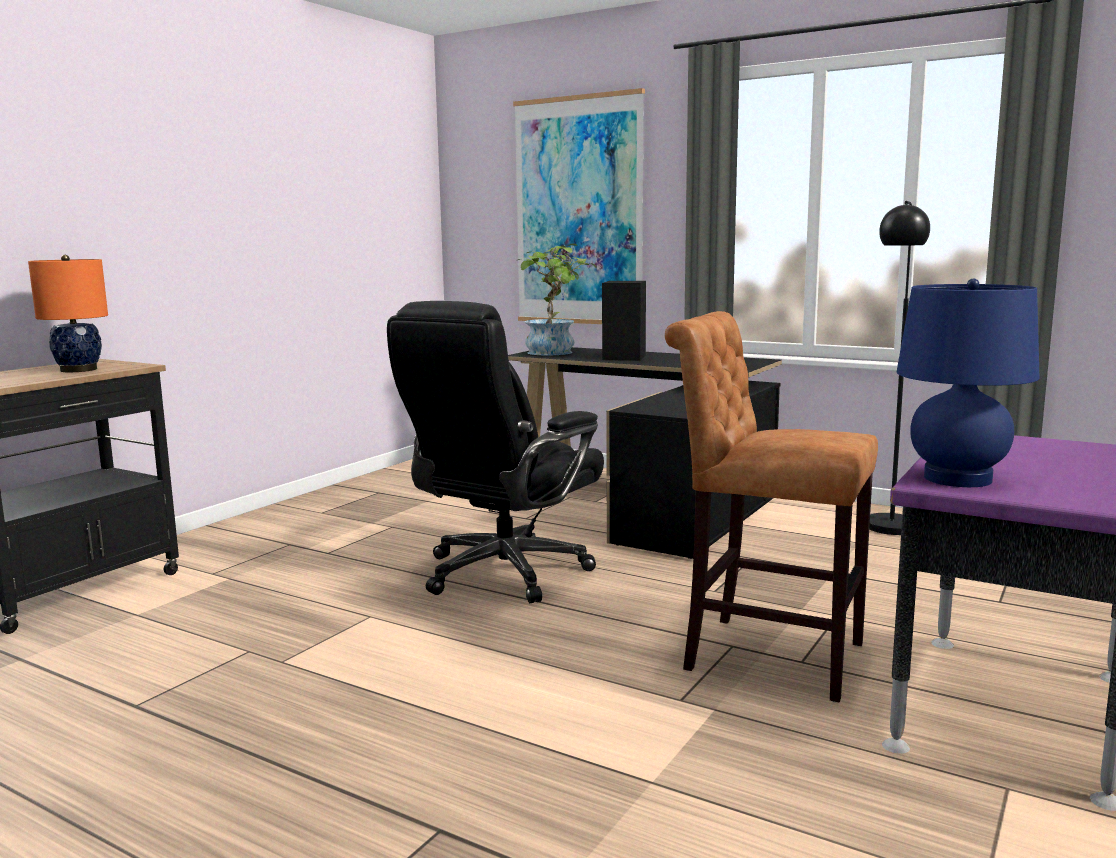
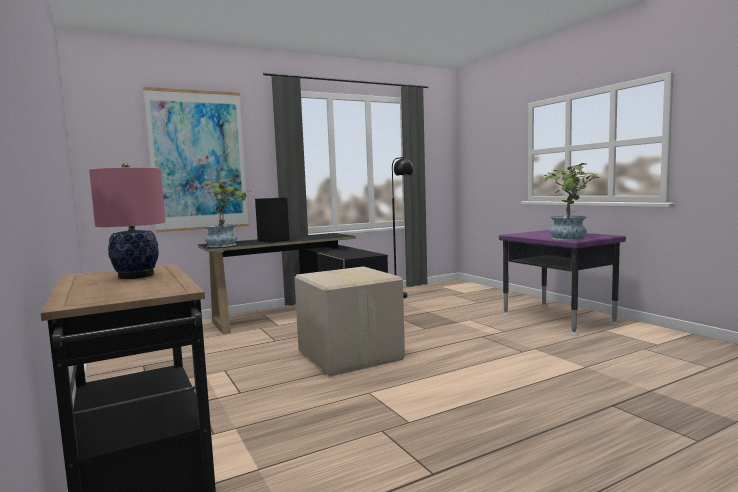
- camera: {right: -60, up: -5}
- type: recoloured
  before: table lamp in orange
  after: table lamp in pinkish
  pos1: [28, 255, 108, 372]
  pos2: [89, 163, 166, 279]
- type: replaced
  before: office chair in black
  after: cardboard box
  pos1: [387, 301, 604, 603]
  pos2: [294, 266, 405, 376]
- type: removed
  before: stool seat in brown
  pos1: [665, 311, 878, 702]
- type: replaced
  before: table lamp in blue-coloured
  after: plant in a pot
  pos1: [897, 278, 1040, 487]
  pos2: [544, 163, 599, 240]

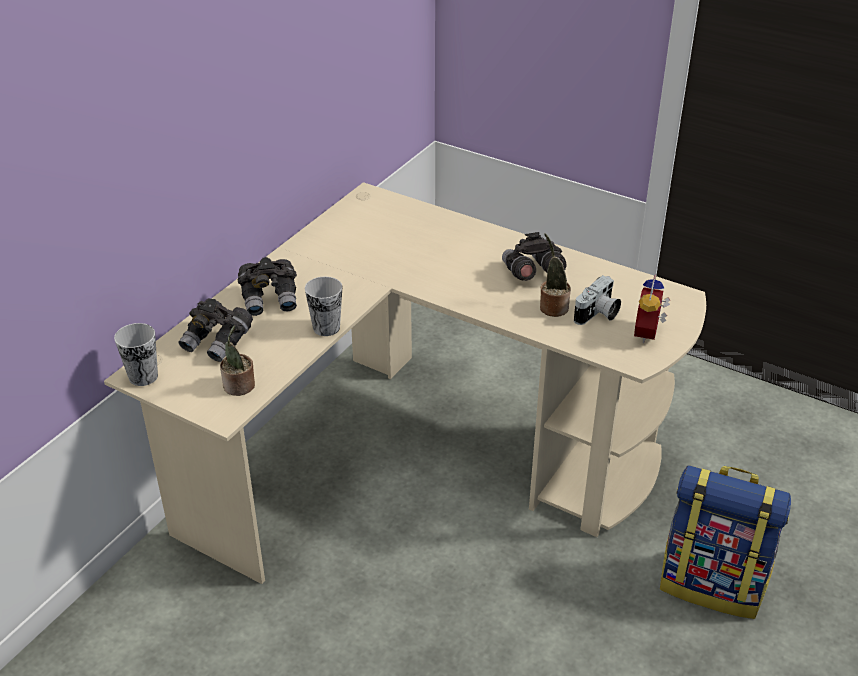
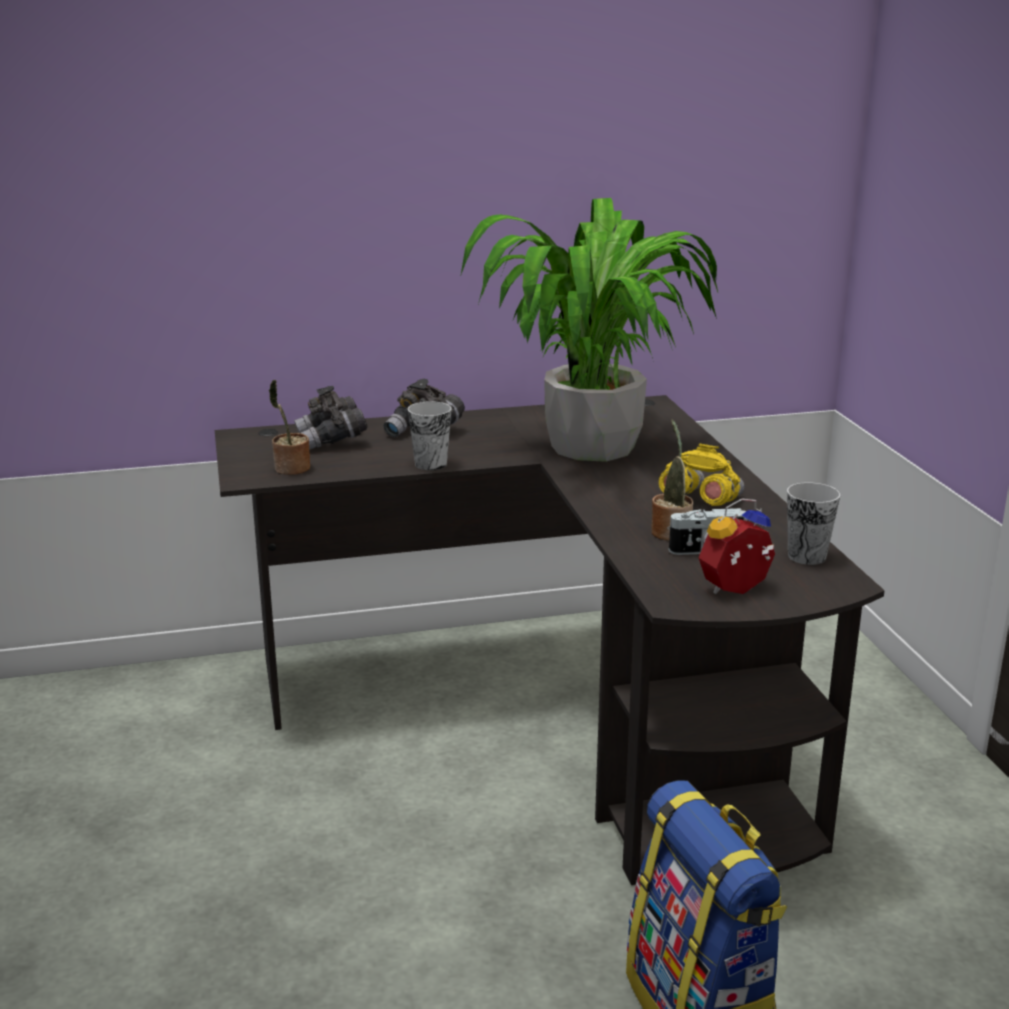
- camera: {right: 45, up: -15}
- type: recoloured
  before: desk unit in beige-coloured
  after: desk unit in black
  pos1: [104, 182, 706, 584]
  pos2: [215, 395, 885, 885]
- type: moved
  before: drinking cup
  pos1: [114, 323, 158, 386]
  pos2: [787, 482, 840, 565]
- type: recoloured
  before: pair of binoculars in greyish
  after: pair of binoculars in yellow
  pos1: [502, 232, 566, 281]
  pos2: [659, 444, 745, 506]
- type: added
  after: plant in a pot
  pos2: [460, 198, 718, 462]

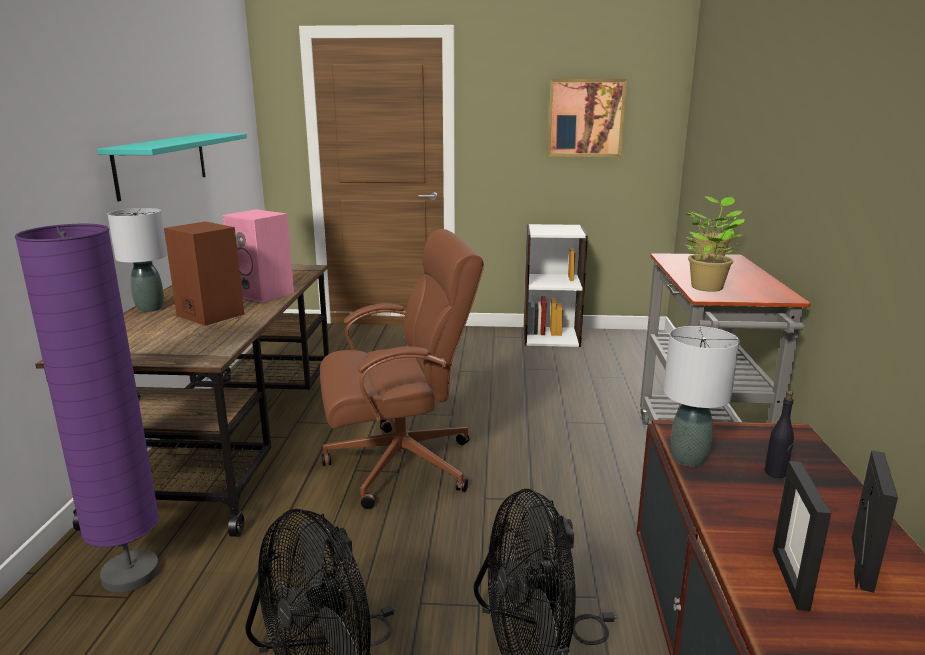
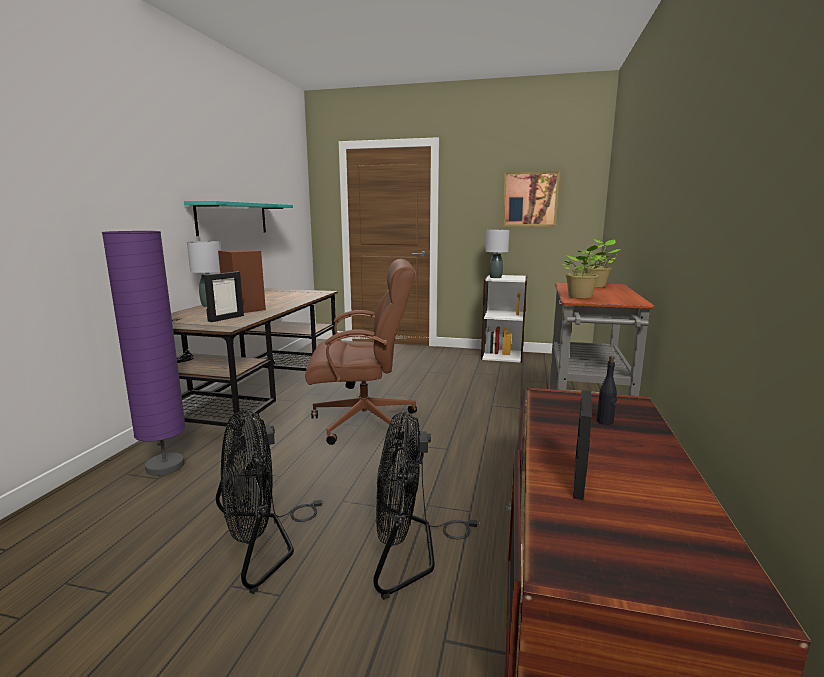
- camera: {right: 10, up: -5}
- type: removed
  before: audio speaker in pinkish
  pos1: [223, 209, 294, 303]
- type: moved
  before: table lamp in greyish
  pos1: [663, 326, 740, 467]
  pos2: [485, 229, 509, 278]
- type: moved
  before: photo frame
  pos1: [852, 450, 898, 593]
  pos2: [204, 272, 244, 322]

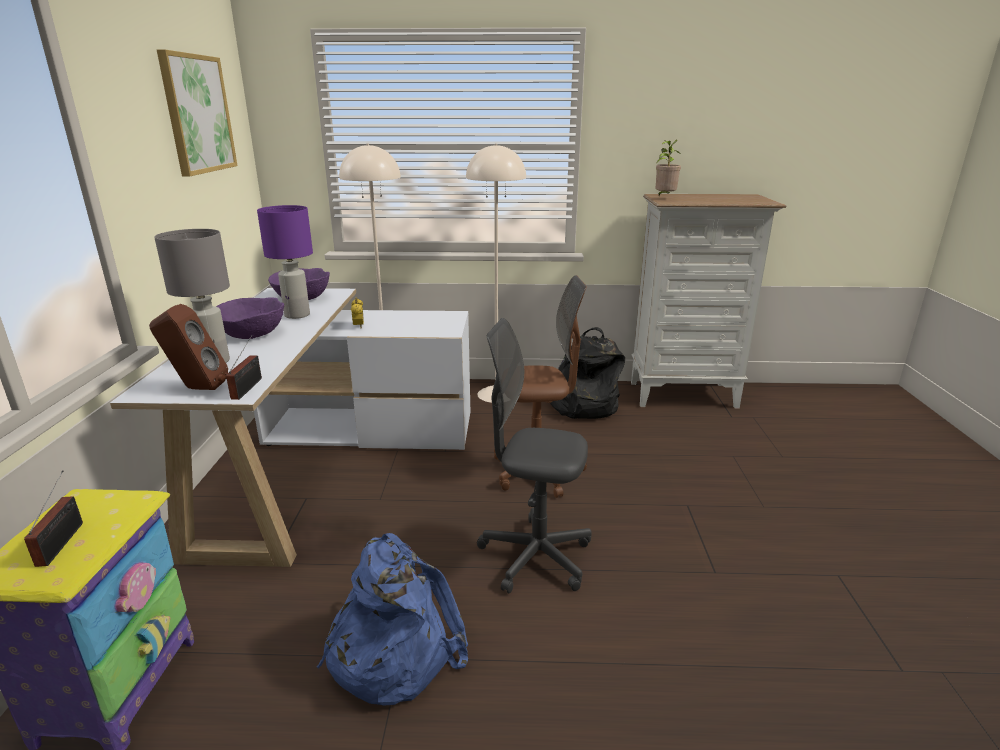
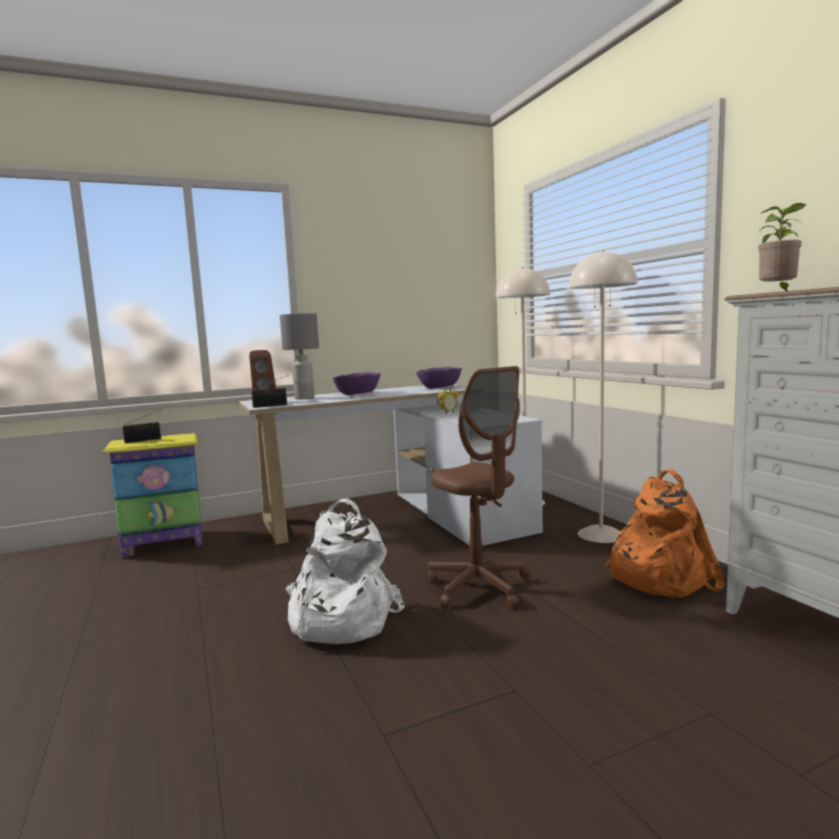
- camera: {right: 65, up: -15}
- type: removed
  before: wall art
  pos1: [157, 50, 238, 176]
- type: removed
  before: table lamp in purplish
  pos1: [257, 205, 313, 319]
- type: removed
  before: rucksack in blue-coloured
  pos1: [317, 533, 468, 706]
- type: replaced
  before: office chair in greyish
  after: rucksack in white
  pos1: [477, 318, 592, 593]
  pos2: [285, 499, 405, 644]
- type: recoloured
  before: rucksack in black
  after: rucksack in orange
  pos1: [550, 327, 625, 419]
  pos2: [604, 469, 724, 598]

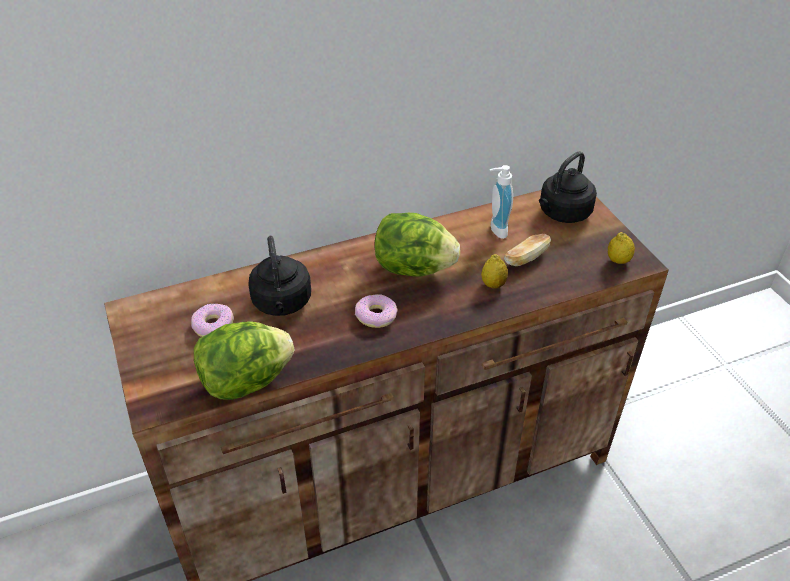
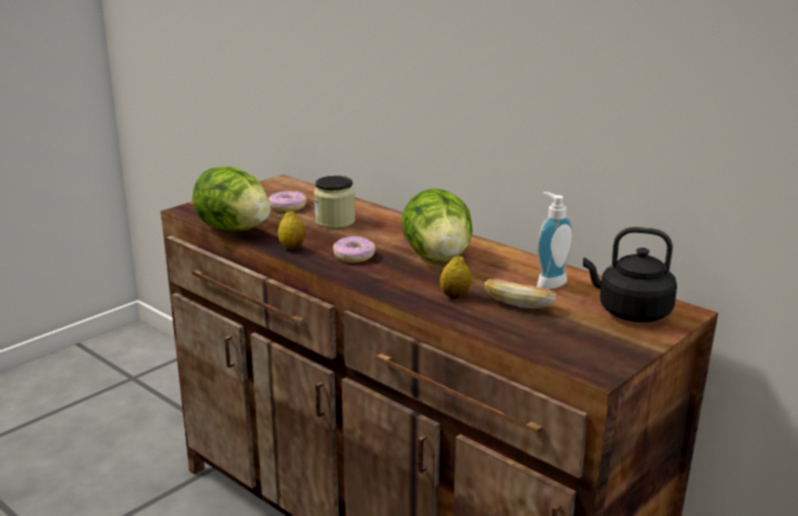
- camera: {right: 65, up: -20}
- type: replaced
  before: kettle in black
  after: jar
  pos1: [248, 236, 311, 316]
  pos2: [314, 176, 355, 229]
- type: moved
  before: citrus fruit
  pos1: [608, 232, 635, 264]
  pos2: [278, 211, 305, 250]

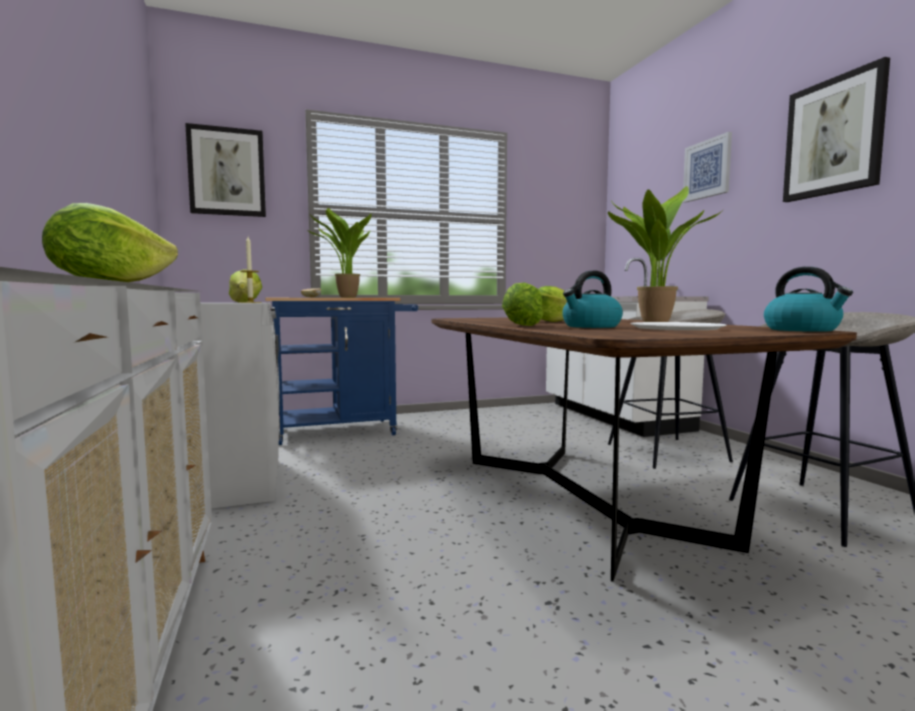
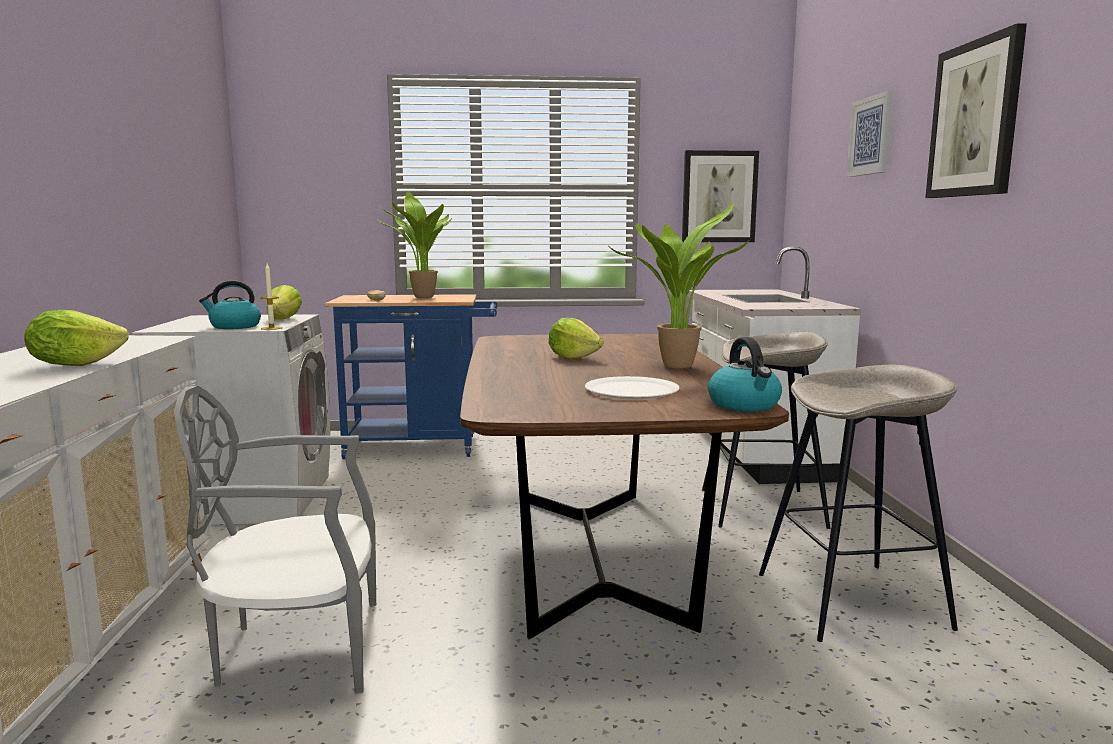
- camera: {right: 15, up: 5}
- type: moved
  before: wall art
  pos1: [185, 123, 266, 217]
  pos2: [682, 150, 759, 242]
- type: removed
  before: lettuce
  pos1: [502, 282, 543, 326]
- type: moved
  before: kettle
  pos1: [562, 271, 623, 328]
  pos2: [199, 280, 261, 329]
- type: added
  after: plain chair in greyish
  pos2: [174, 386, 376, 694]

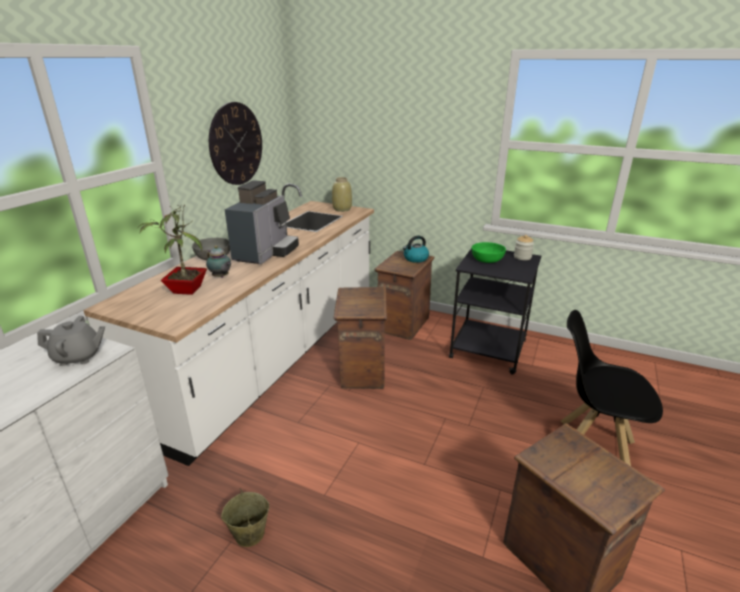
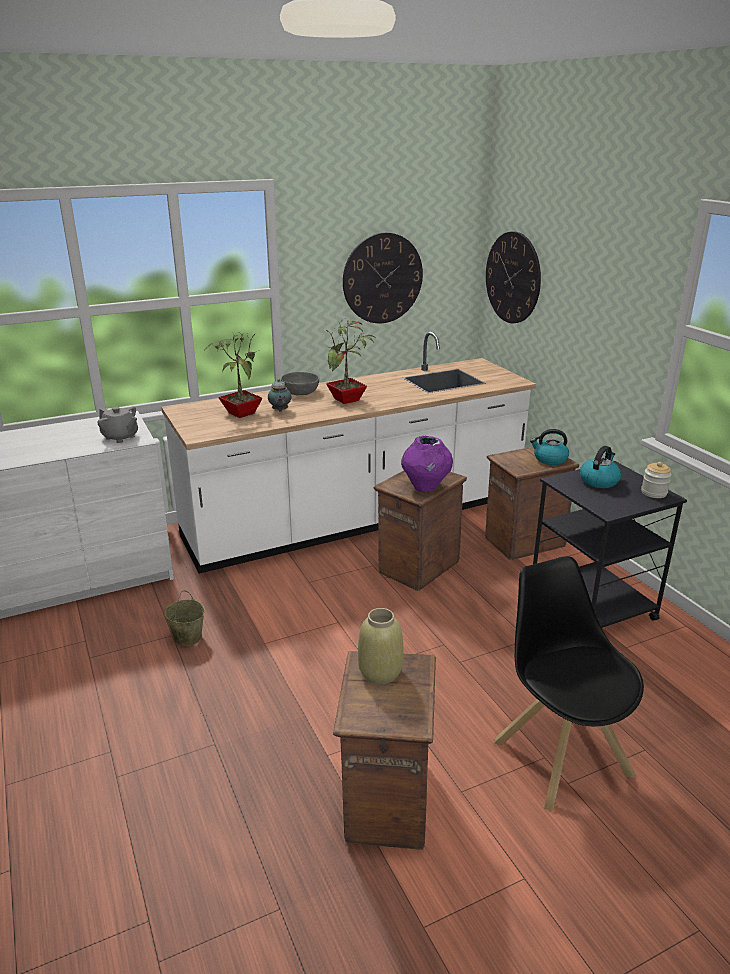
- camera: {right: 40, up: 0}
- type: replaced
  before: coffee brewer
  after: plant in a pot
  pos1: [225, 180, 299, 264]
  pos2: [324, 319, 374, 404]
- type: moved
  before: decorative vase in beige-coloured
  pos1: [332, 177, 352, 212]
  pos2: [358, 608, 404, 684]
- type: replaced
  before: deep dish in green-coloured
  after: kettle
  pos1: [472, 242, 506, 263]
  pos2: [580, 446, 621, 488]
- type: added
  after: decorative vase in purplish
  pos2: [401, 436, 453, 493]
- type: added
  after: hanging clock
  pos2: [486, 232, 541, 323]

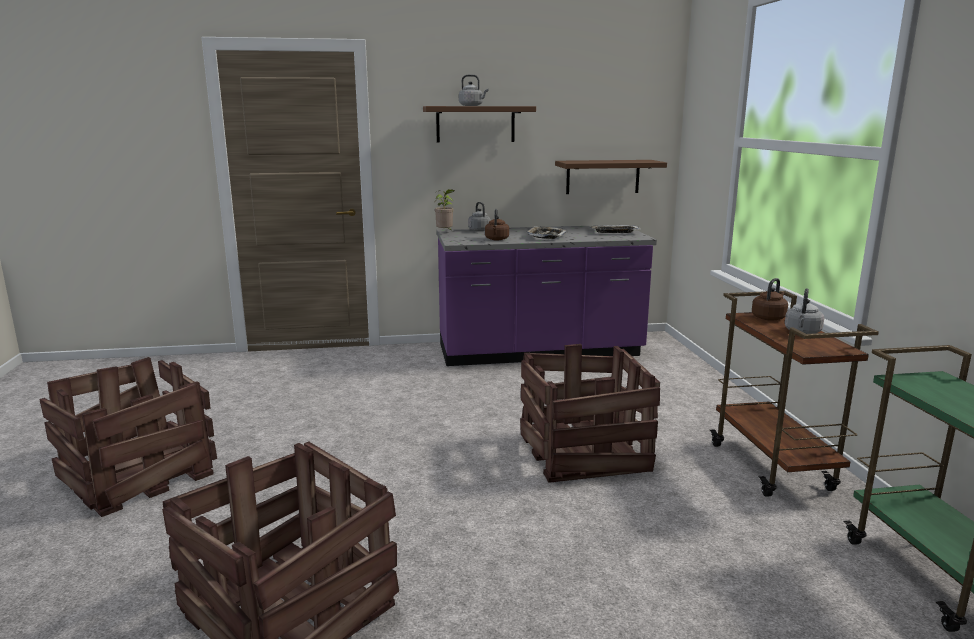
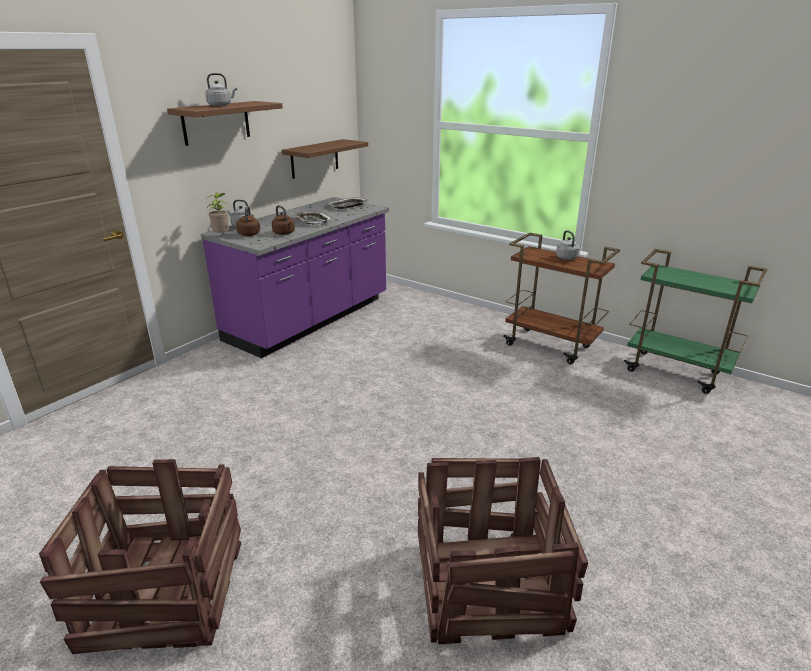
- camera: {right: -45, up: 10}
- type: removed
  before: packing crate
  pos1: [520, 344, 660, 483]
- type: moved
  before: kettle in brown
  pos1: [752, 278, 788, 321]
  pos2: [236, 206, 260, 236]

